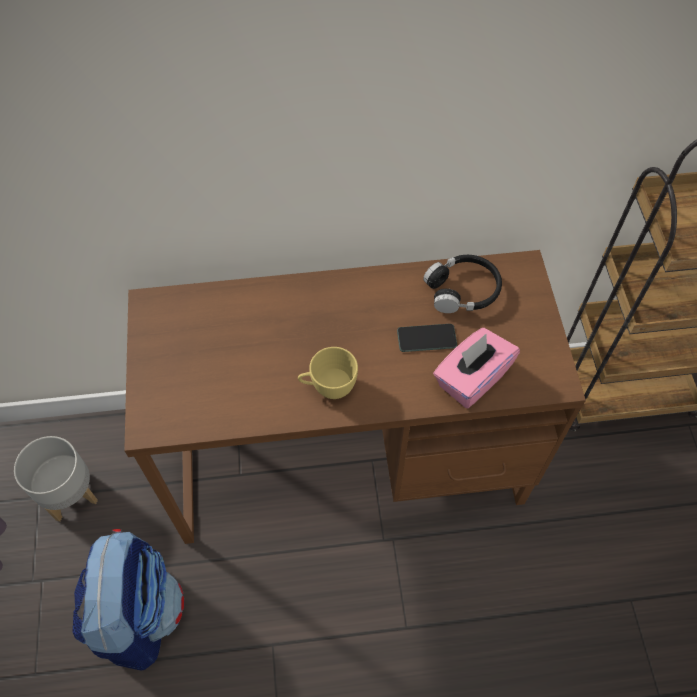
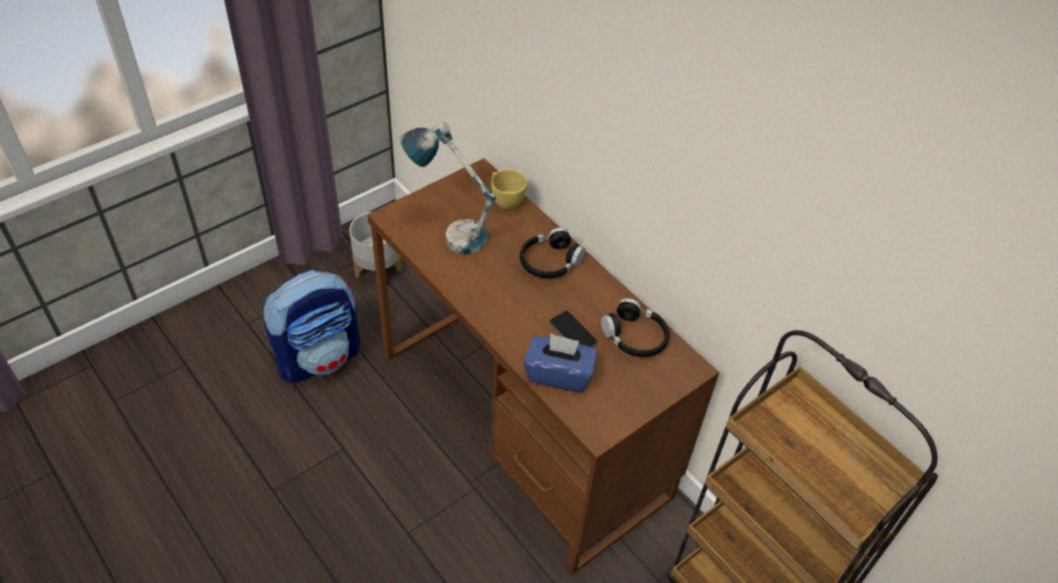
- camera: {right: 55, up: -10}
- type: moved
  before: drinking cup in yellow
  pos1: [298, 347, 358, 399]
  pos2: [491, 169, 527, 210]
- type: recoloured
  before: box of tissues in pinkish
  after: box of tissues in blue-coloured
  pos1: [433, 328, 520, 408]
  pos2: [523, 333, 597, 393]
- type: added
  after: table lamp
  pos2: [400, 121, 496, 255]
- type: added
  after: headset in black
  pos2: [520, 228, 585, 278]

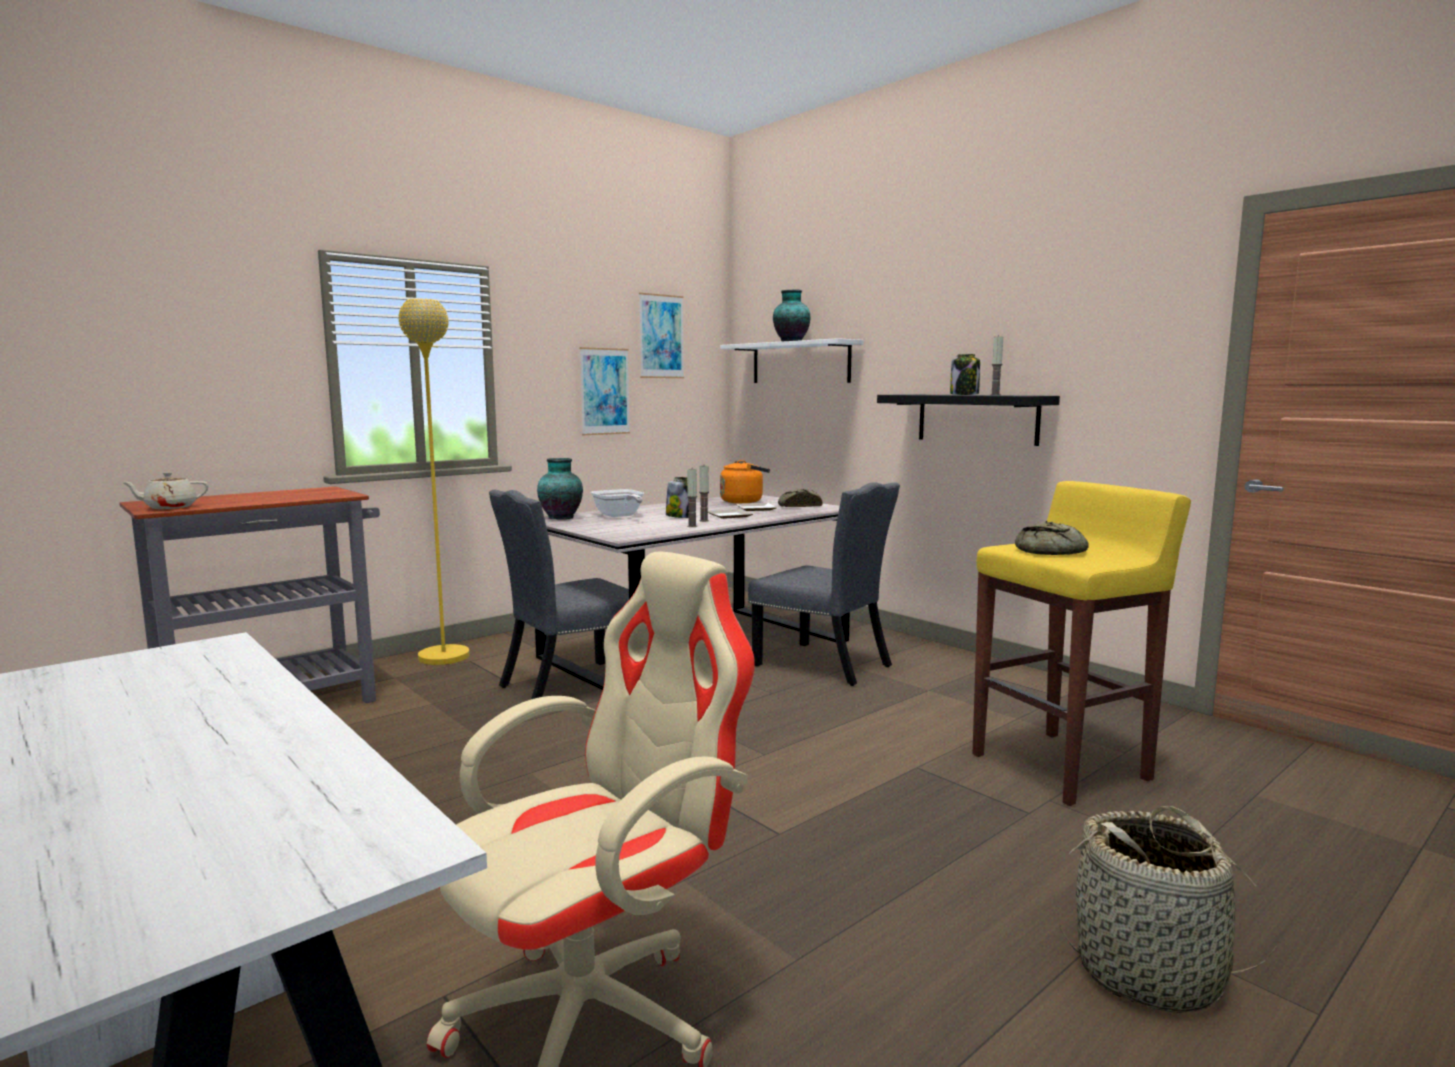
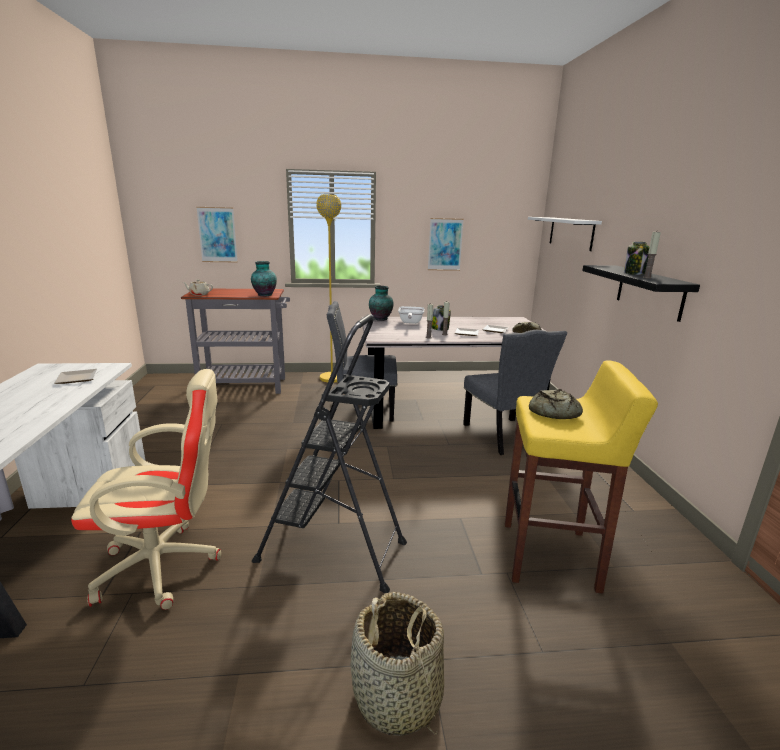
- camera: {right: 35, up: 10}
- type: moved
  before: wall art
  pos1: [639, 293, 684, 378]
  pos2: [196, 207, 238, 262]
- type: removed
  before: kettle in orange
  pos1: [720, 460, 770, 503]
- type: moved
  before: decorative vase
  pos1: [773, 290, 811, 341]
  pos2: [251, 261, 277, 297]
- type: added
  after: flat dish
  pos2: [54, 369, 98, 384]
- type: added
  after: stepladder
  pos2: [252, 314, 407, 593]

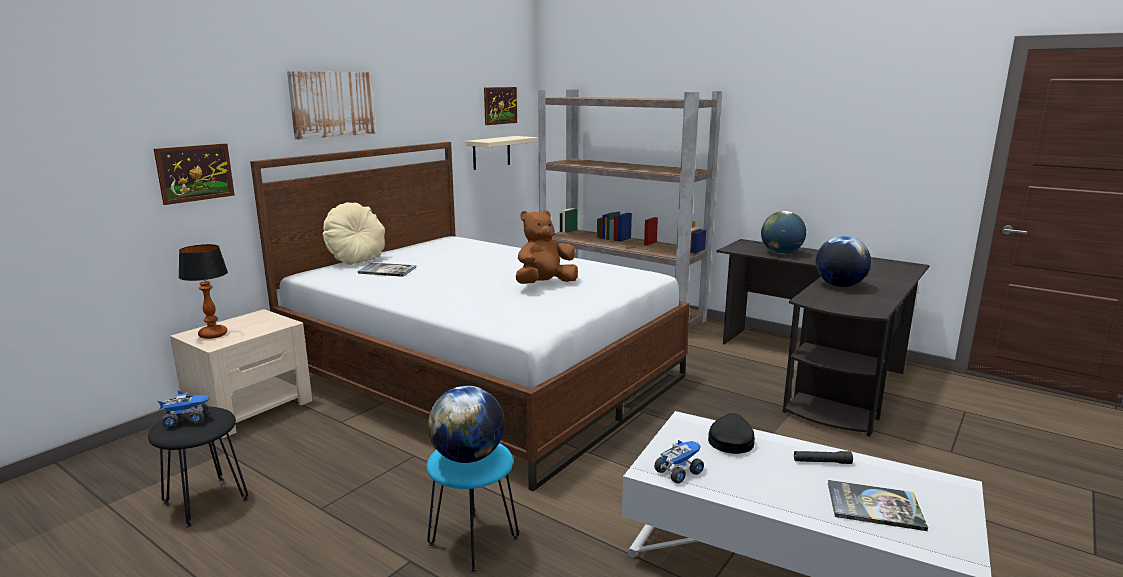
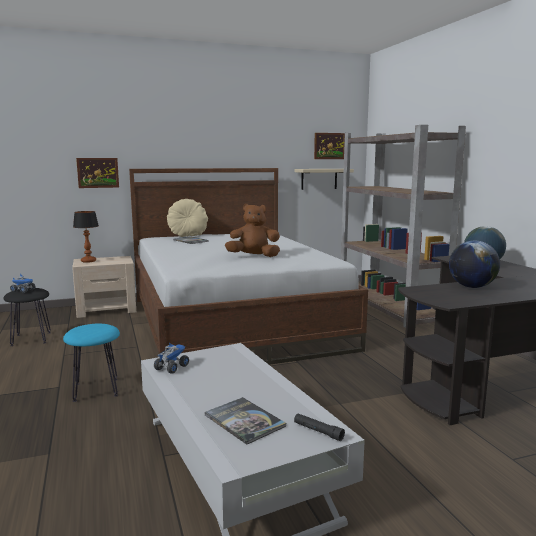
- camera: {right: 35, up: -5}
- type: removed
  before: wall art
  pos1: [287, 71, 376, 140]
- type: removed
  before: desk globe
  pos1: [428, 386, 504, 463]
- type: turned
  before: toy truck
  pos1: [654, 440, 704, 483]
  pos2: [154, 343, 189, 374]
  turn: -60
- type: removed
  before: baseball cap in black
  pos1: [708, 413, 755, 454]
- type: moved
  before: hand torch in black
  pos1: [794, 451, 853, 464]
  pos2: [294, 414, 345, 441]

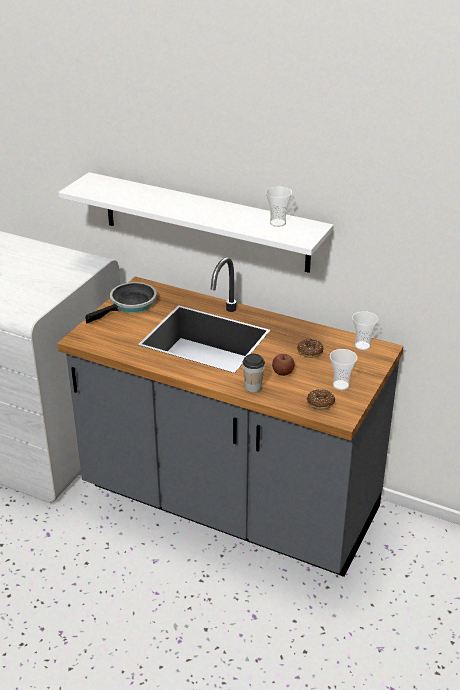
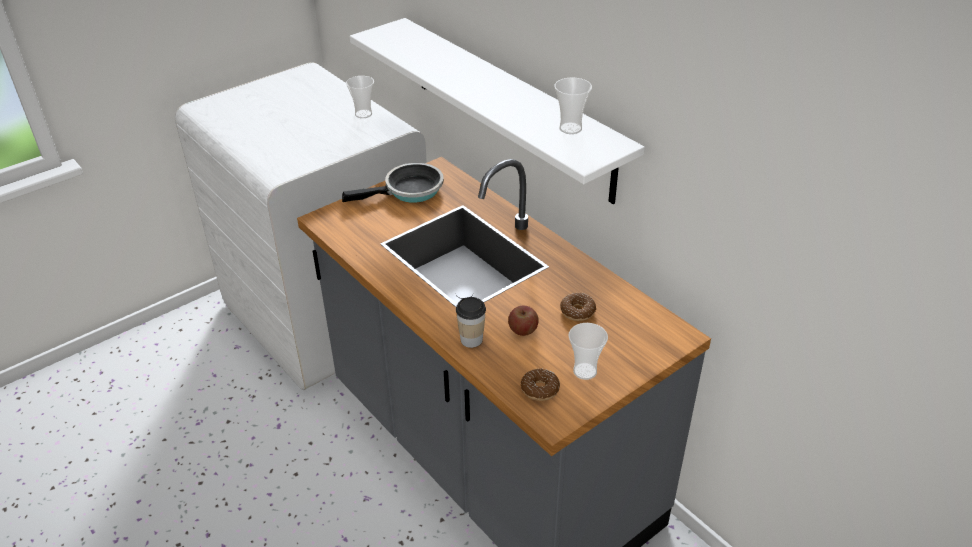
- camera: {right: 25, up: 5}
- type: moved
  before: drinking cup
  pos1: [352, 311, 378, 350]
  pos2: [346, 76, 374, 118]

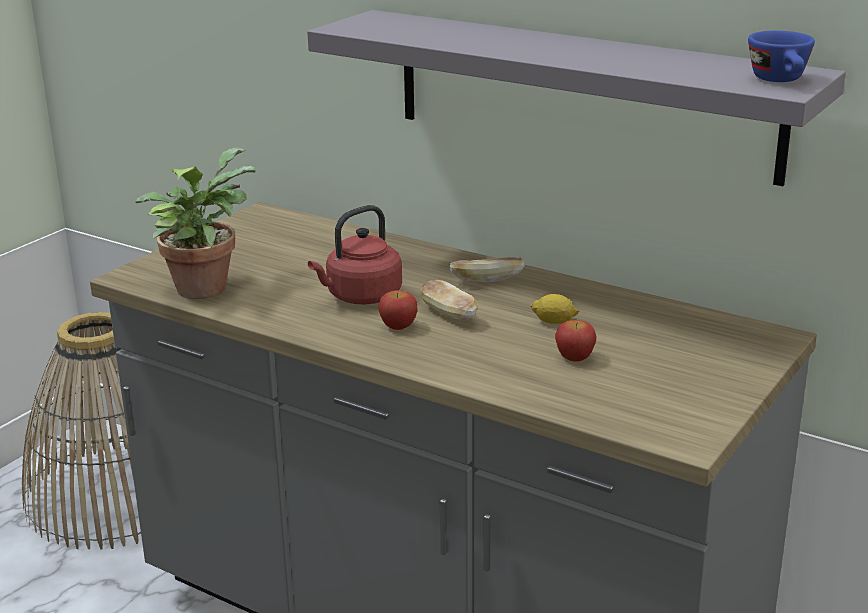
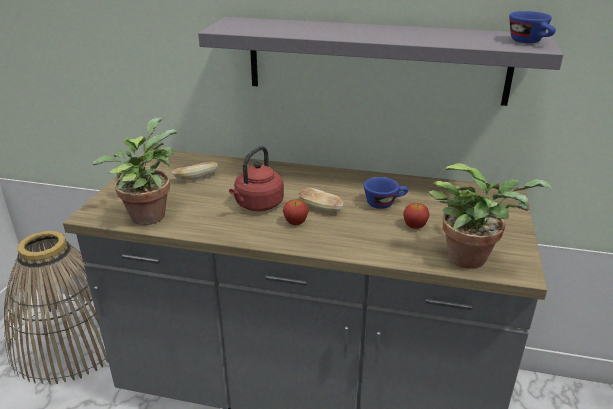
- camera: {right: -20, up: 5}
- type: moved
  before: bakery bread
  pos1: [449, 257, 525, 282]
  pos2: [172, 161, 218, 180]
- type: replaced
  before: citrus fruit
  after: drinking cup in blue-coloured
  pos1: [530, 294, 579, 324]
  pos2: [364, 177, 408, 209]
- type: added
  after: plant in a pot
  pos2: [429, 163, 551, 269]

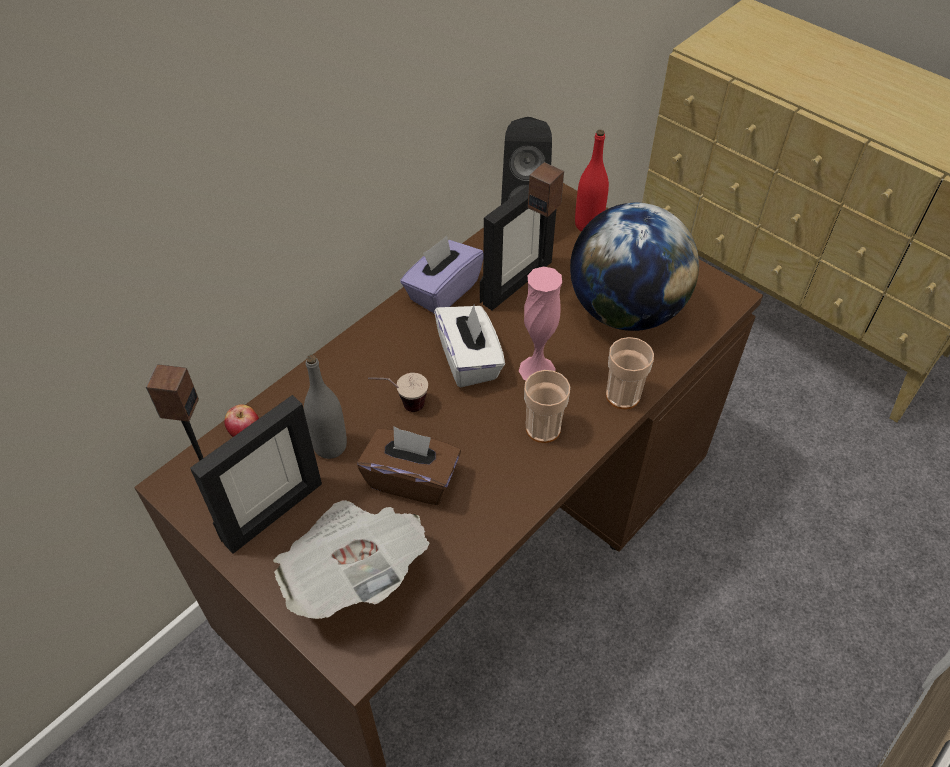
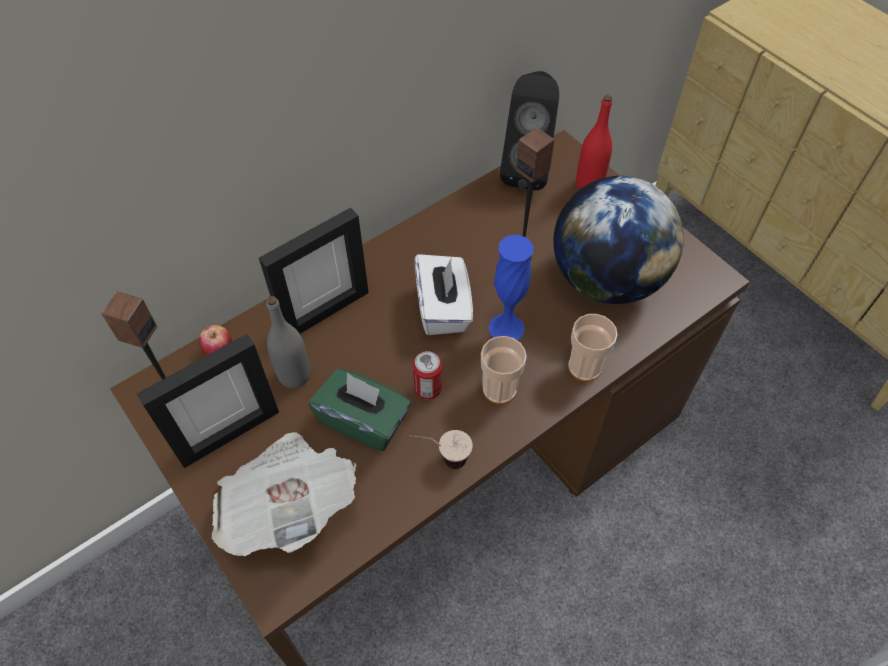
- camera: {right: 10, up: 5}
- type: recoloured
  before: box of tissues in brown
  after: box of tissues in green-coloured
  pos1: [357, 426, 461, 505]
  pos2: [309, 369, 411, 451]
- type: moved
  before: drinking cup
  pos1: [368, 373, 428, 412]
  pos2: [410, 430, 473, 469]
- type: removed
  before: box of tissues in purplish
  pos1: [400, 236, 483, 314]
- type: moved
  before: photo frame
  pos1: [480, 185, 557, 310]
  pos2: [259, 208, 369, 334]
- type: recoloured
  before: decorative vase in pinkish
  after: decorative vase in blue-coloured
  pos1: [519, 266, 562, 380]
  pos2: [488, 235, 534, 340]
- type: added
  after: sealed can
  pos2: [413, 351, 442, 400]

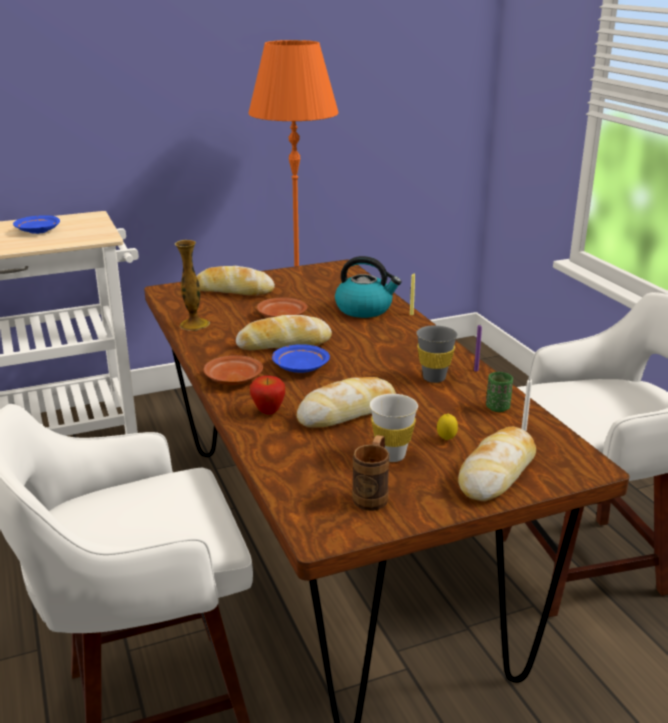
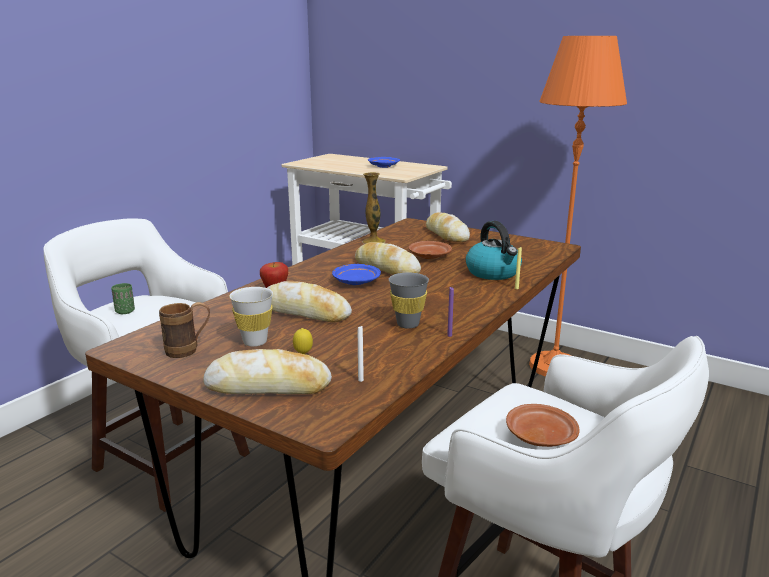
- camera: {right: 55, up: -5}
- type: moved
  before: flat dish in brown
  pos1: [203, 355, 263, 385]
  pos2: [506, 404, 580, 447]
- type: moved
  before: drinking cup in green-coloured
  pos1: [486, 372, 513, 412]
  pos2: [111, 283, 135, 314]

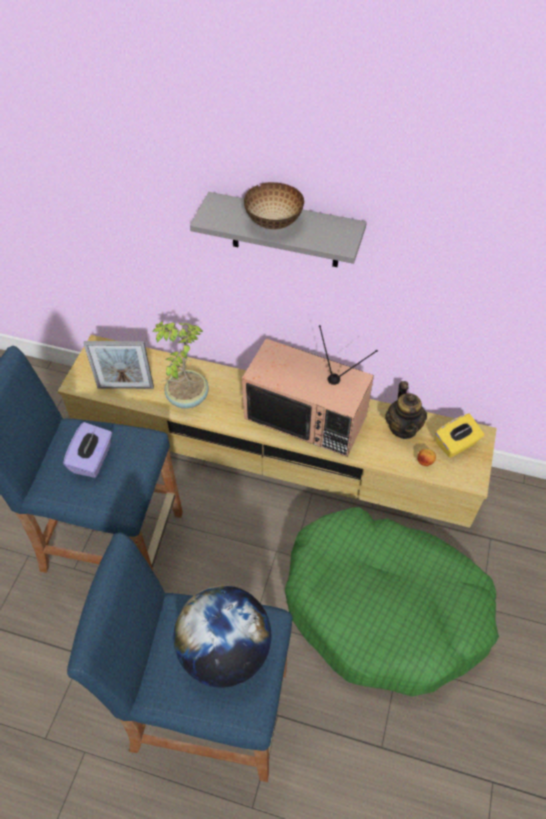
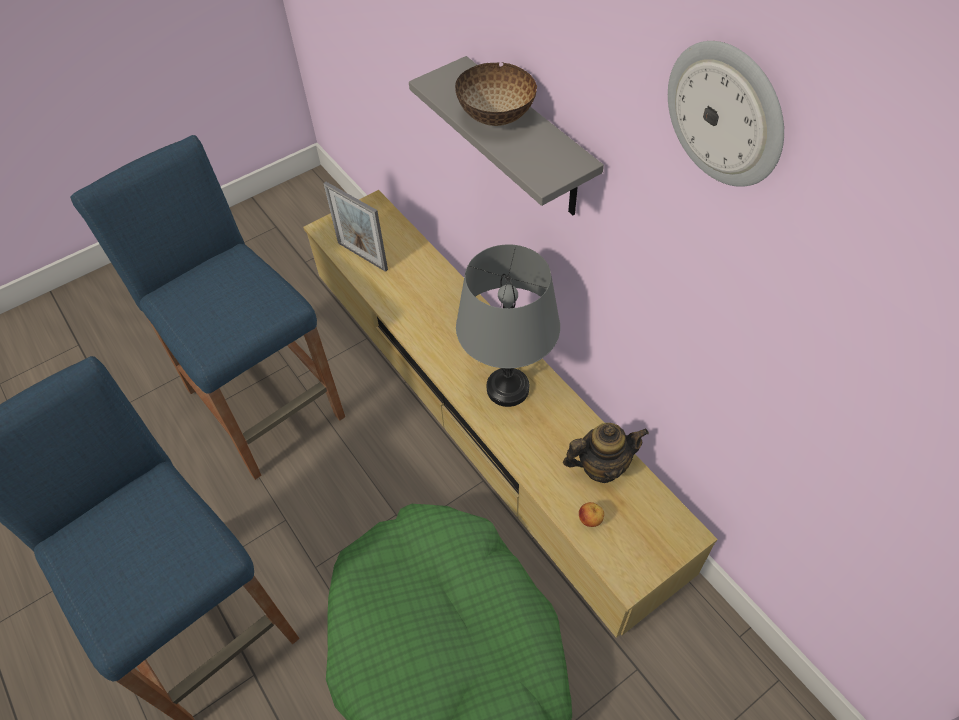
- camera: {right: 40, up: 0}
- type: removed
  before: box of tissues in purplish
  pos1: [63, 422, 112, 478]
- type: removed
  before: plant in a pot
  pos1: [152, 321, 209, 409]
- type: removed
  before: desk globe
  pos1: [174, 585, 271, 688]
- type: replaced
  before: TV set
  after: table lamp in greyish
  pos1: [242, 325, 378, 457]
  pos2: [456, 244, 560, 407]
- type: turned
  before: pot for tea
  pos1: [385, 381, 427, 439]
  pos2: [563, 423, 649, 483]
  turn: -135
- type: removed
  before: box of tissues in yellow
  pos1: [435, 413, 484, 458]
- type: added
  after: hanging clock
  pos2: [668, 41, 784, 187]

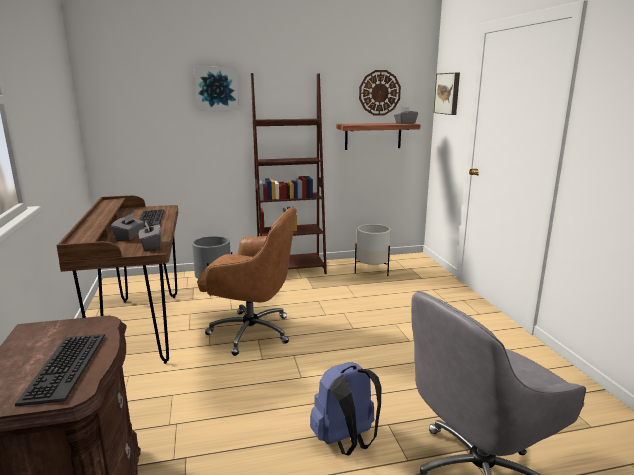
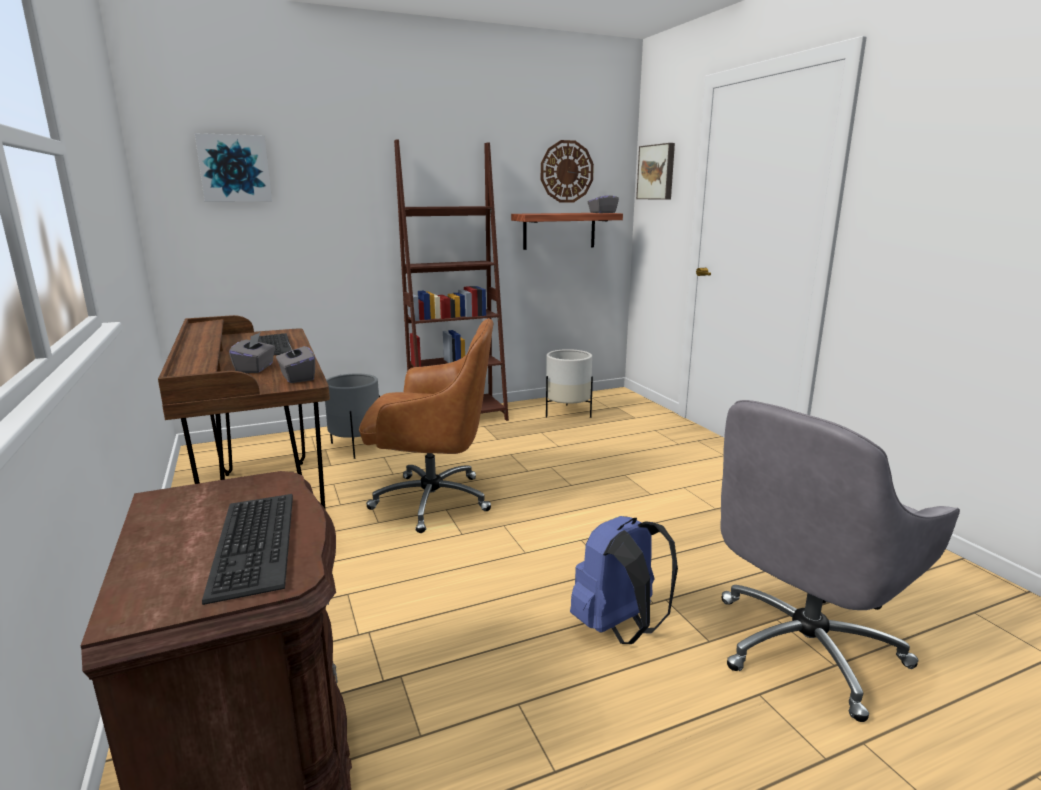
- camera: {right: -10, up: 0}
- type: moved
  before: wall art
  pos1: [194, 67, 239, 110]
  pos2: [195, 133, 272, 201]

